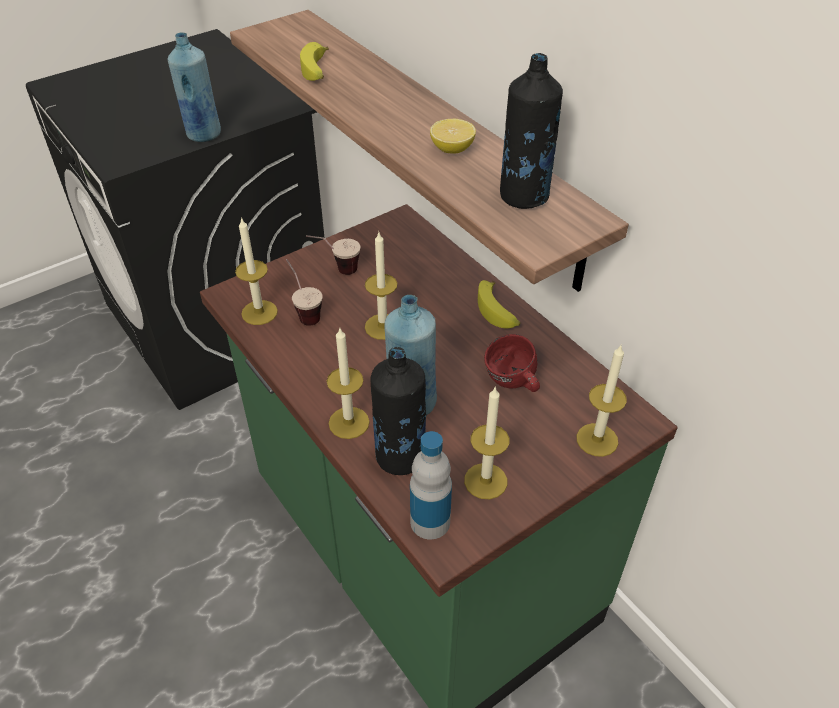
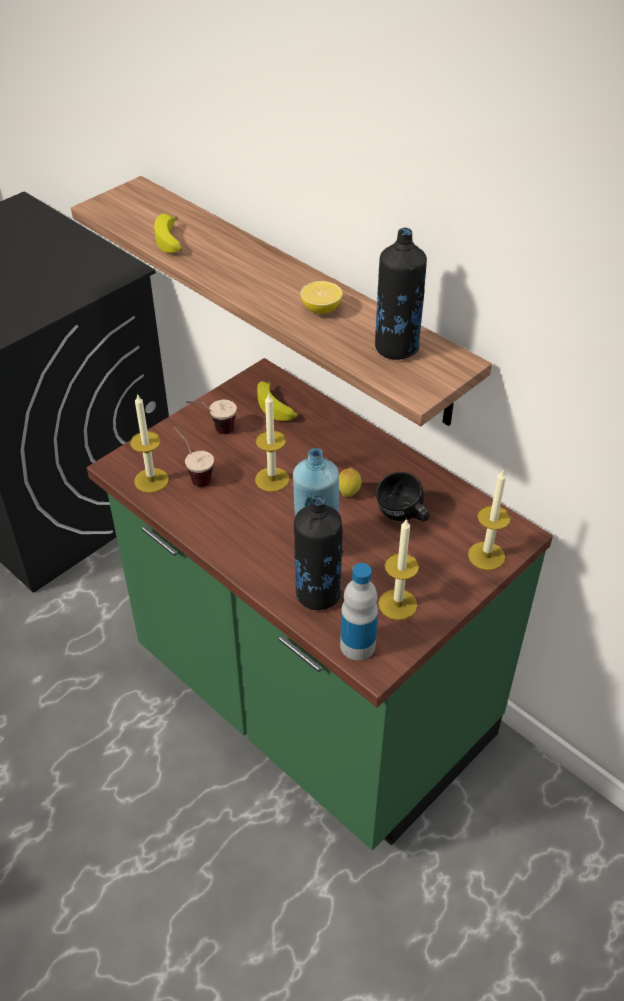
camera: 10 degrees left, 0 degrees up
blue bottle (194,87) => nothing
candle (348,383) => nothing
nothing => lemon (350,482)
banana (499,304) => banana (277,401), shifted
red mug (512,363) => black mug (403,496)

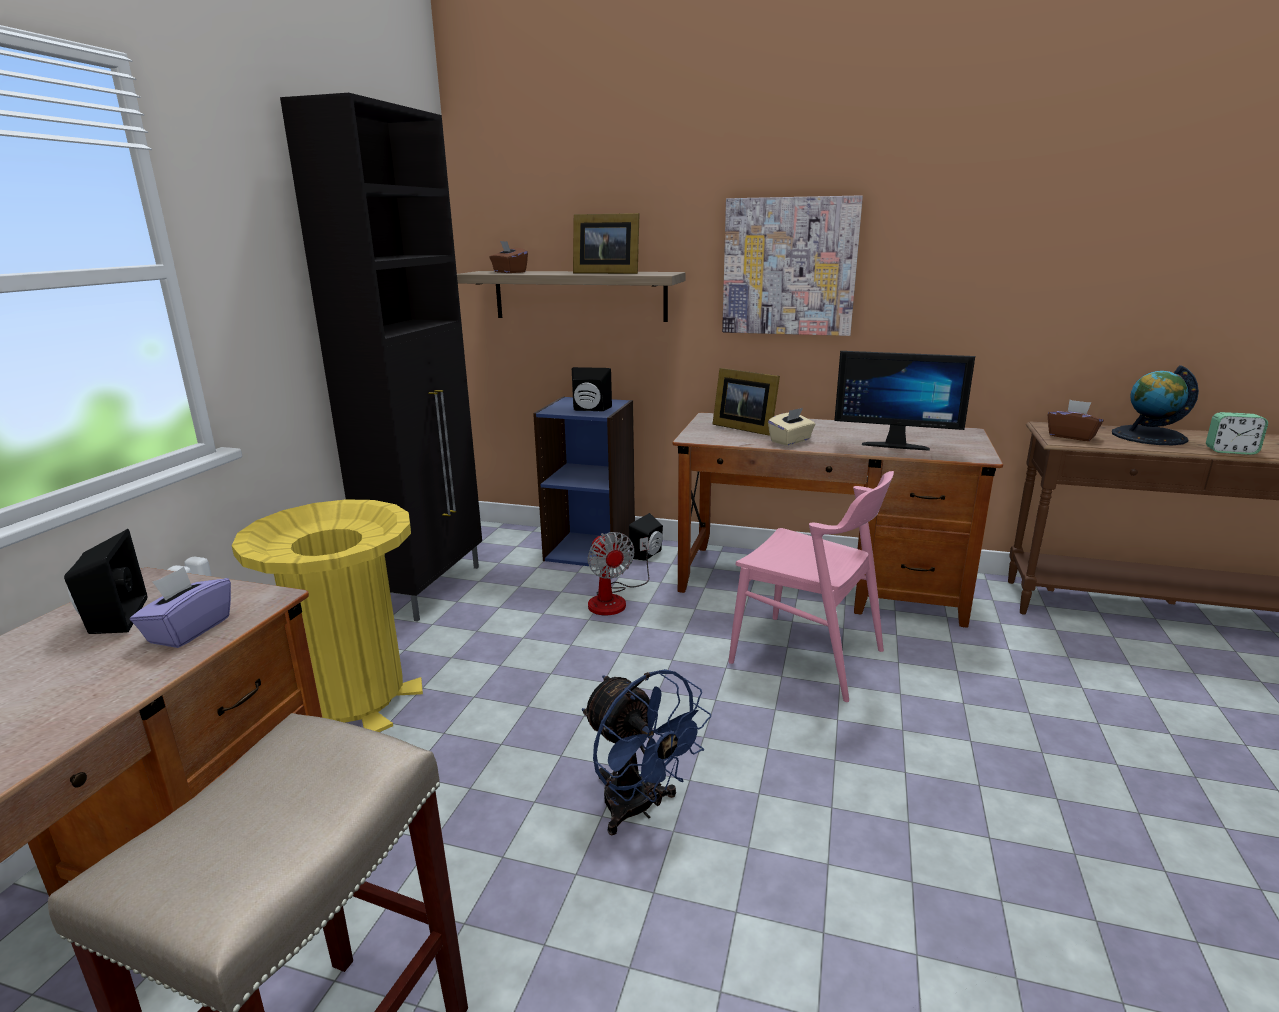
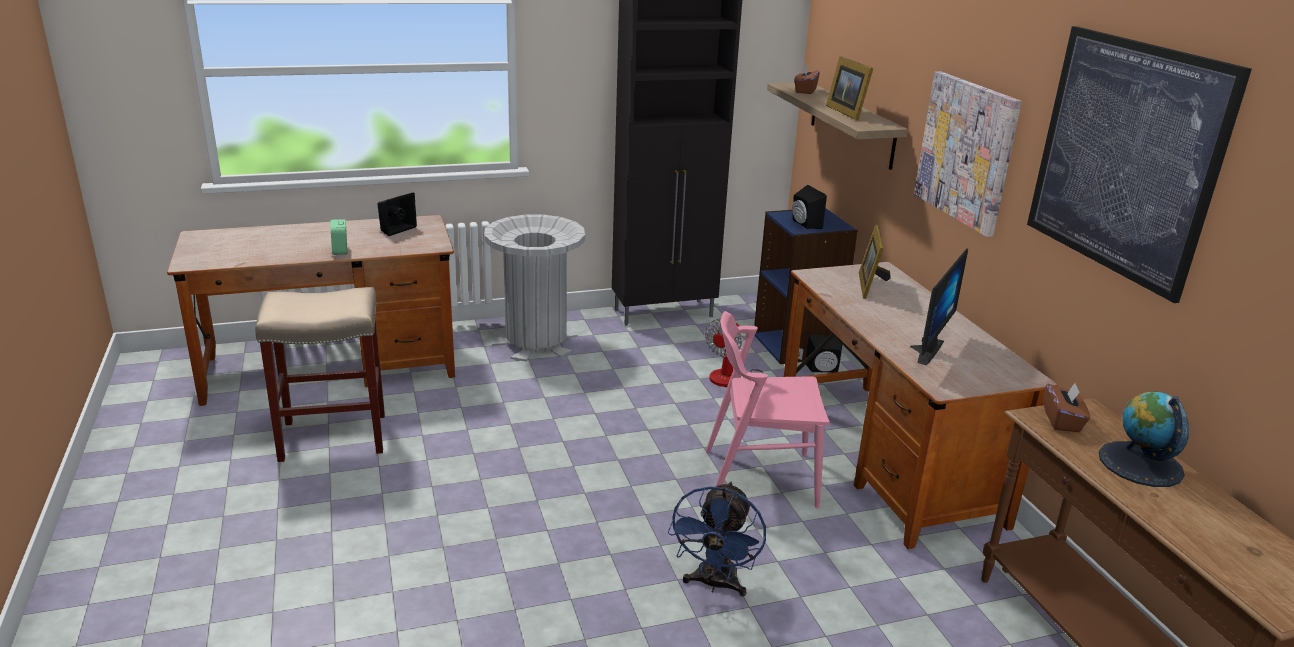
camera: 55 degrees right, 5 degrees up
purple tissue box (180,607) => nothing
beige tissue box (792,427) => nothing
nothing => picture (1139,164)
blue fan (646,752) => blue fan (717,539), shifted
alarm clock (1237,433) => alarm clock (339,237), shifted
yellow trash can (327,615) => grey trash can (534,288)
pink chair (811,586) => pink chair (768,409), 90 degrees clockwise
monitor (904,401) => monitor (939,306), 135 degrees counterclockwise

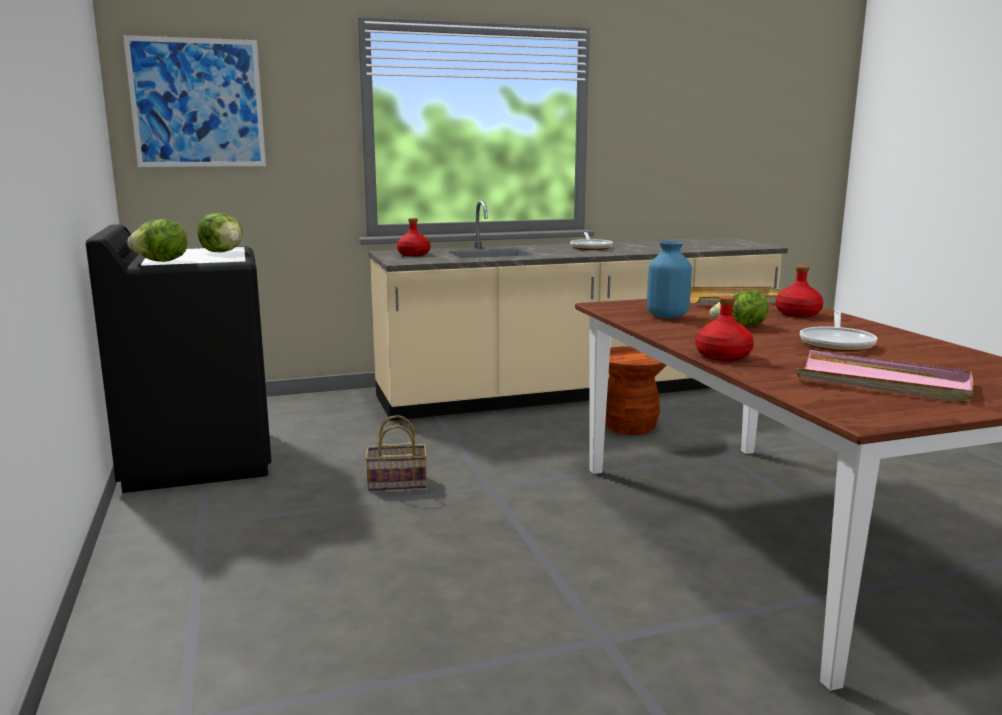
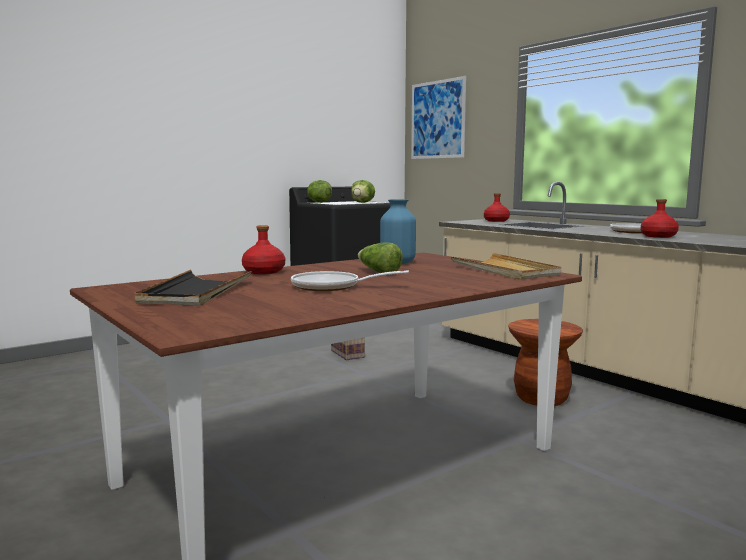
camera: 70 degrees right, 5 degrees down
red bottle (799,291) => red bottle (660,218), shifted
pink tray (885,376) => black tray (193,288)

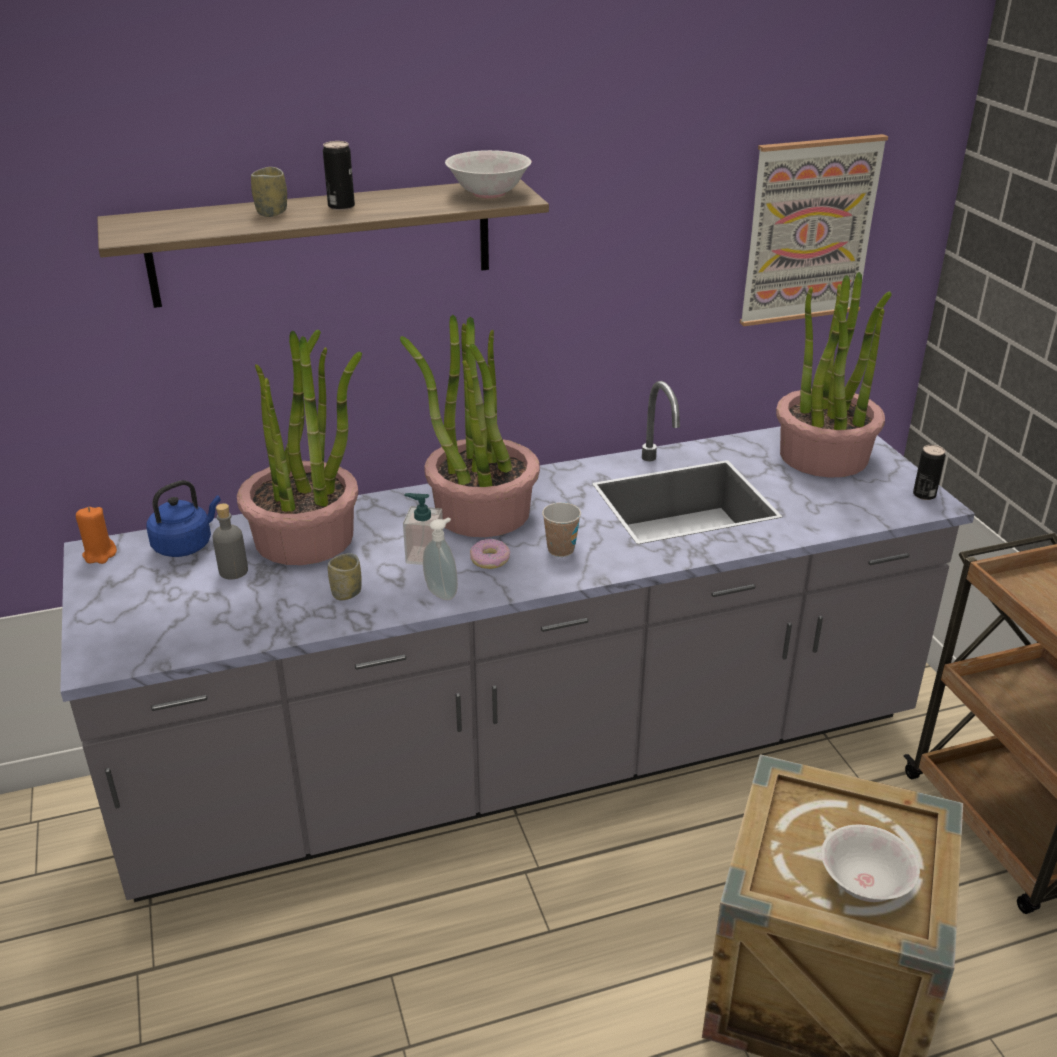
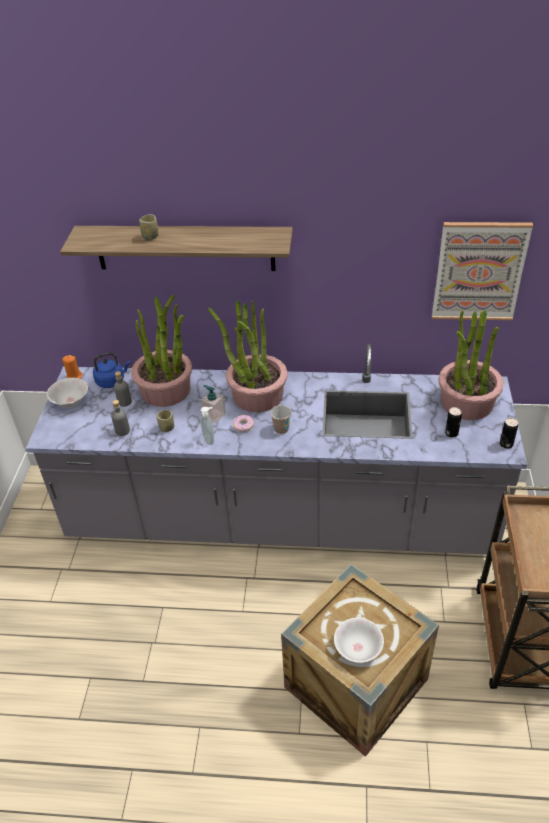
camera: 25 degrees right, 10 degrees up
nothing => grey bottle (120,418)
can (339,175) => can (453,422), shifted
white bowl (488,174) => white bowl (67,392), shifted

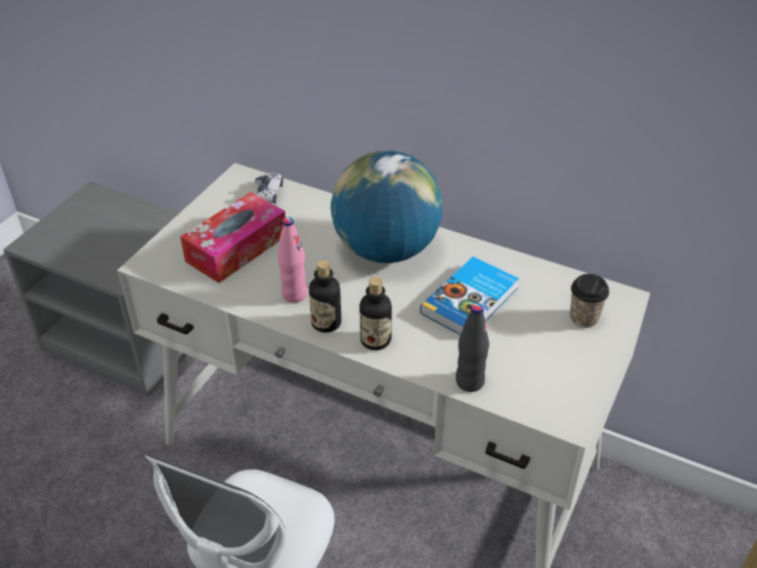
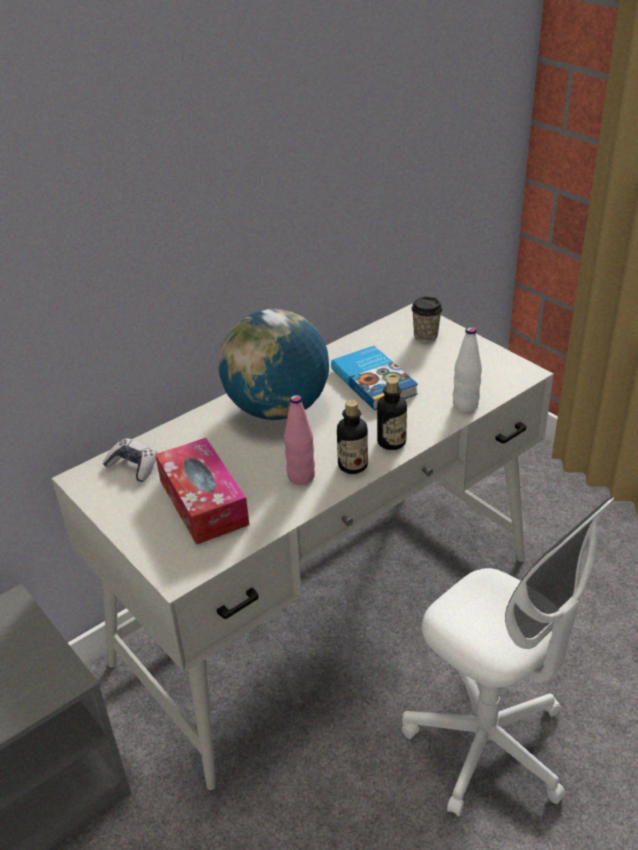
camera: 65 degrees left, 5 degrees down
black bottle (472,347) => white bottle (467,369)

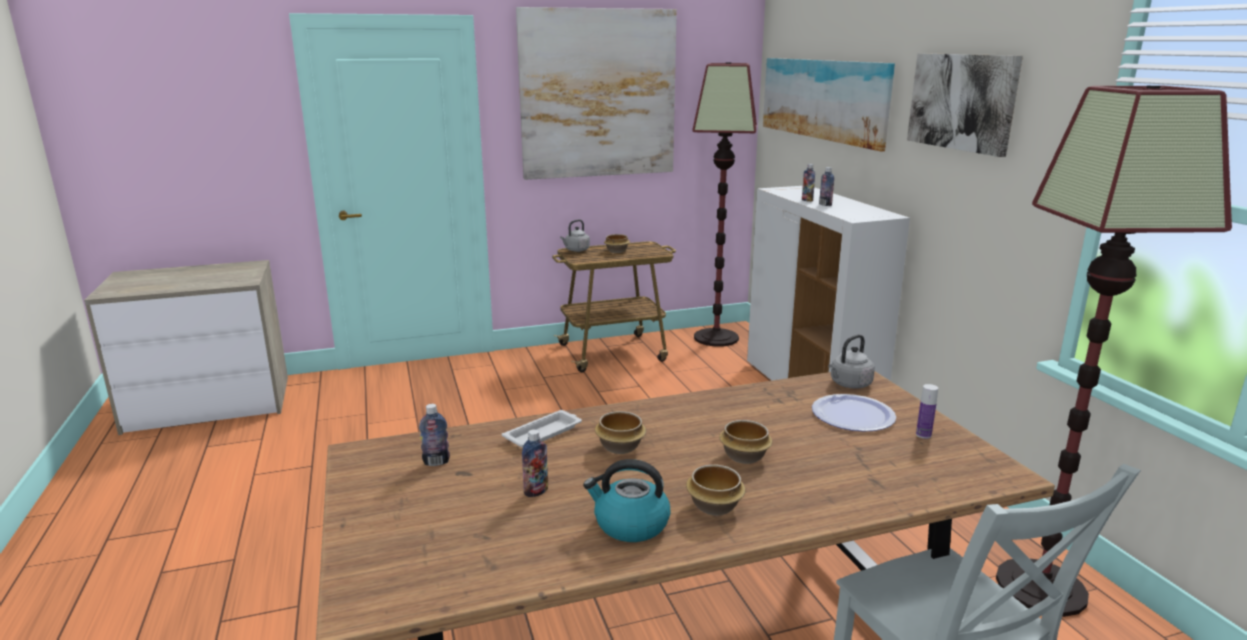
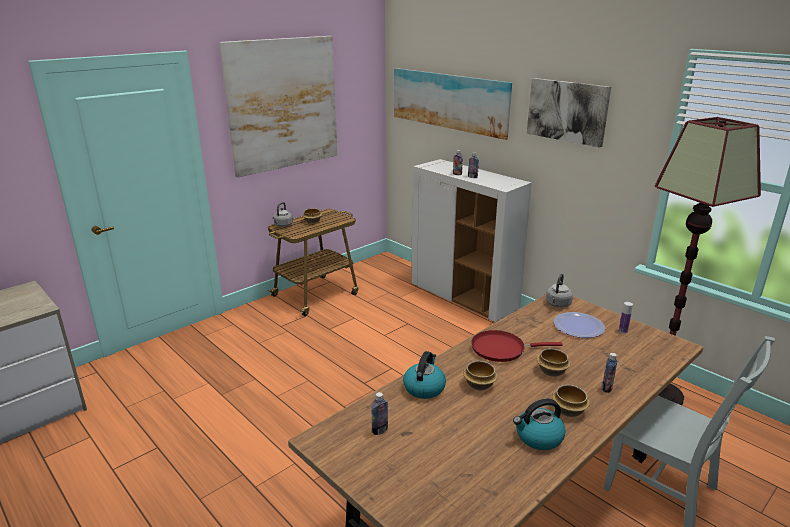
camera: 25 degrees left, 5 degrees up
floor lamp (724,204) => nothing
nothing => red frying pan (517,346)
bottle (535,463) => bottle (609,373), shifted
white tray (542,429) => kettle (424,375)

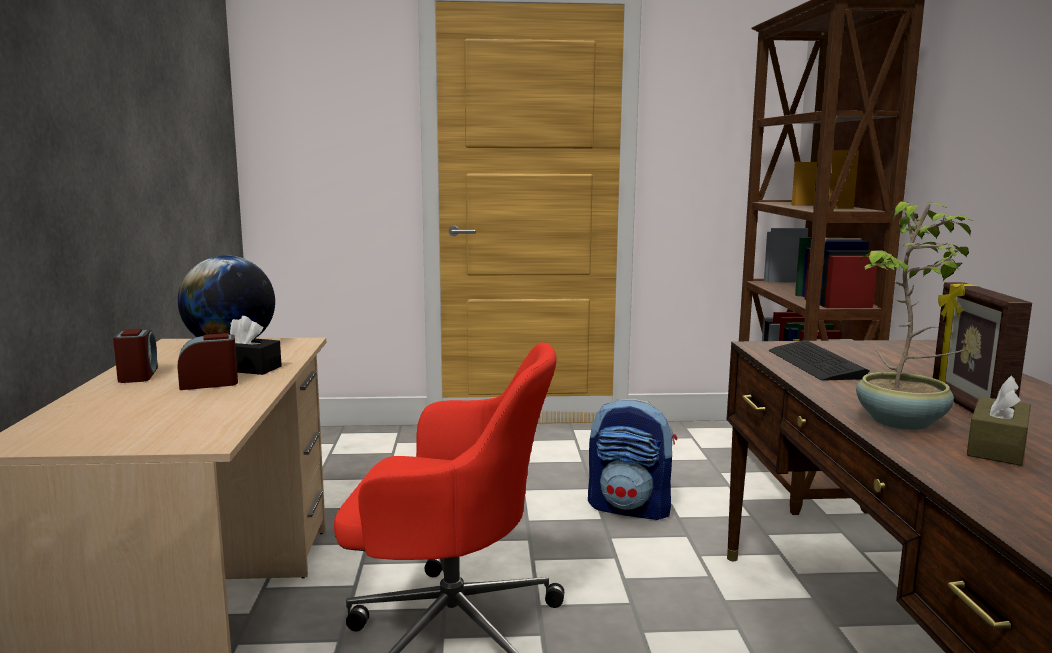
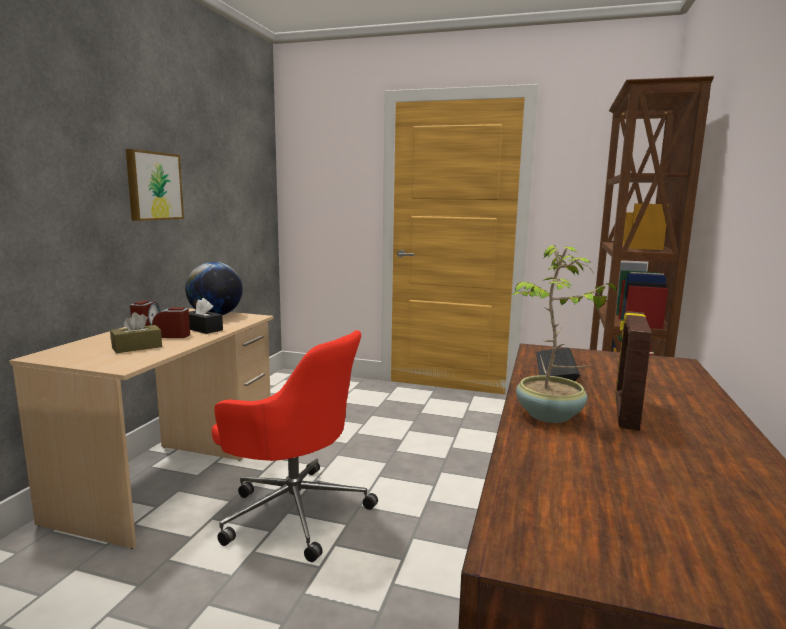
camera: 20 degrees right, 0 degrees up
backpack (632,459) => nothing
nothing => picture (155,185)
brown tissue box (999,421) => brown tissue box (136,332), shifted

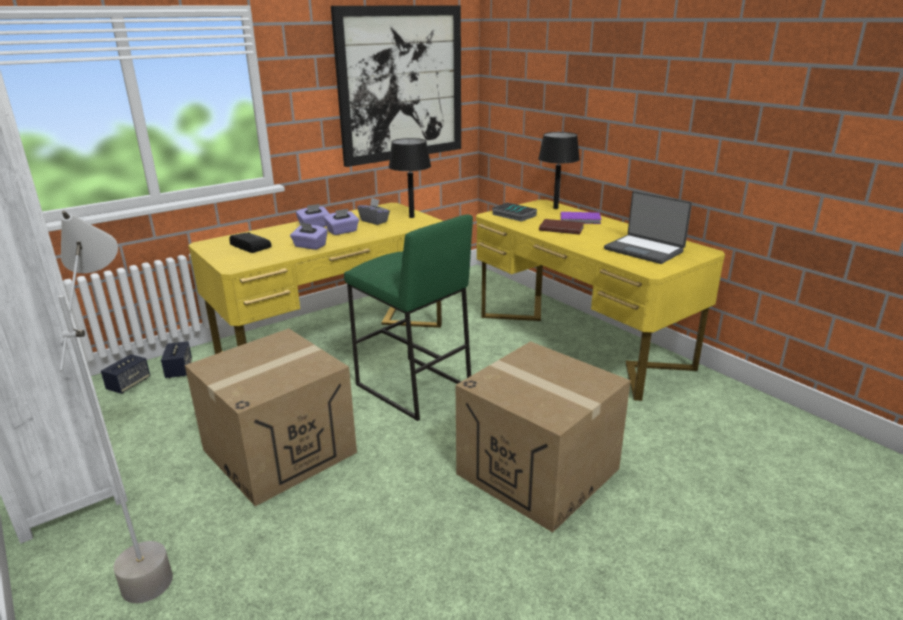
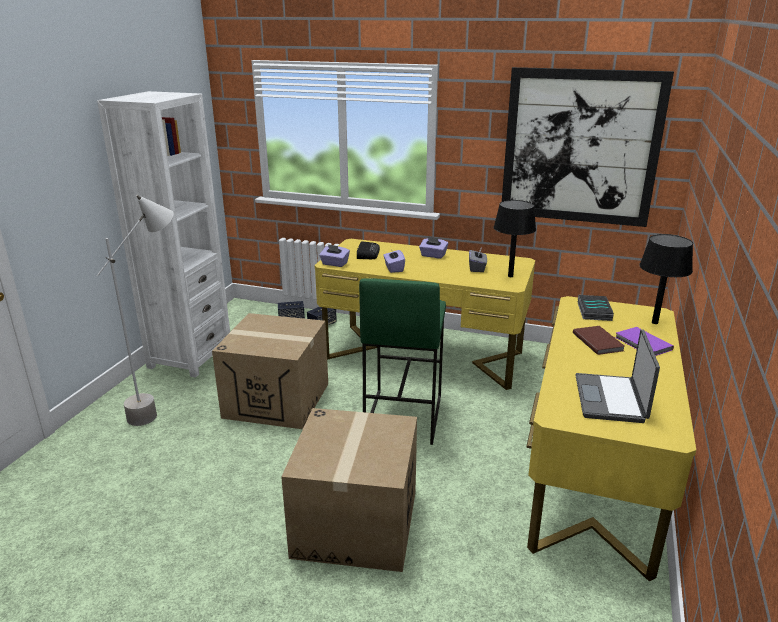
camera: 55 degrees right, 0 degrees up
purple tissue box (341,222) => purple tissue box (334,255), shifted

